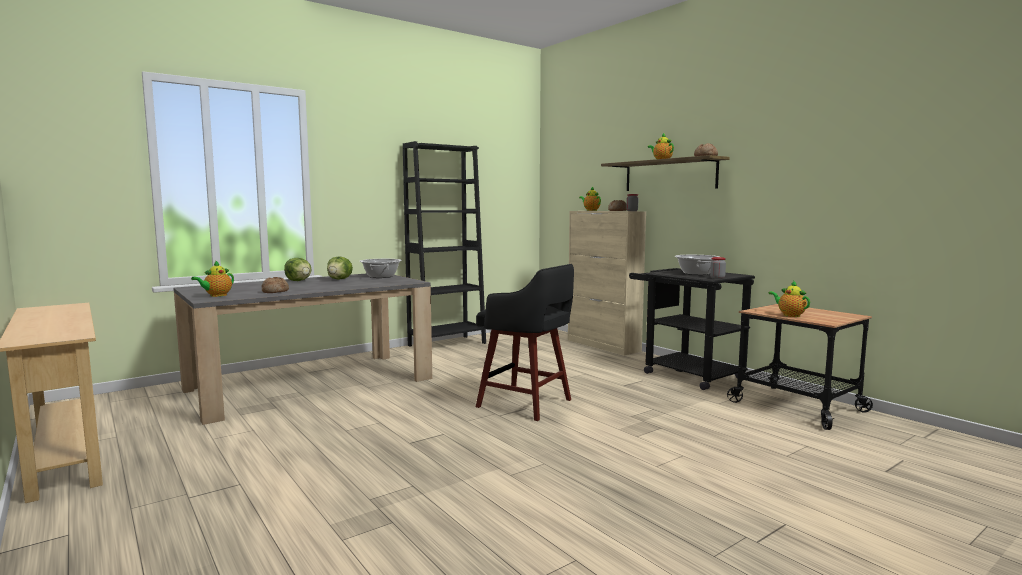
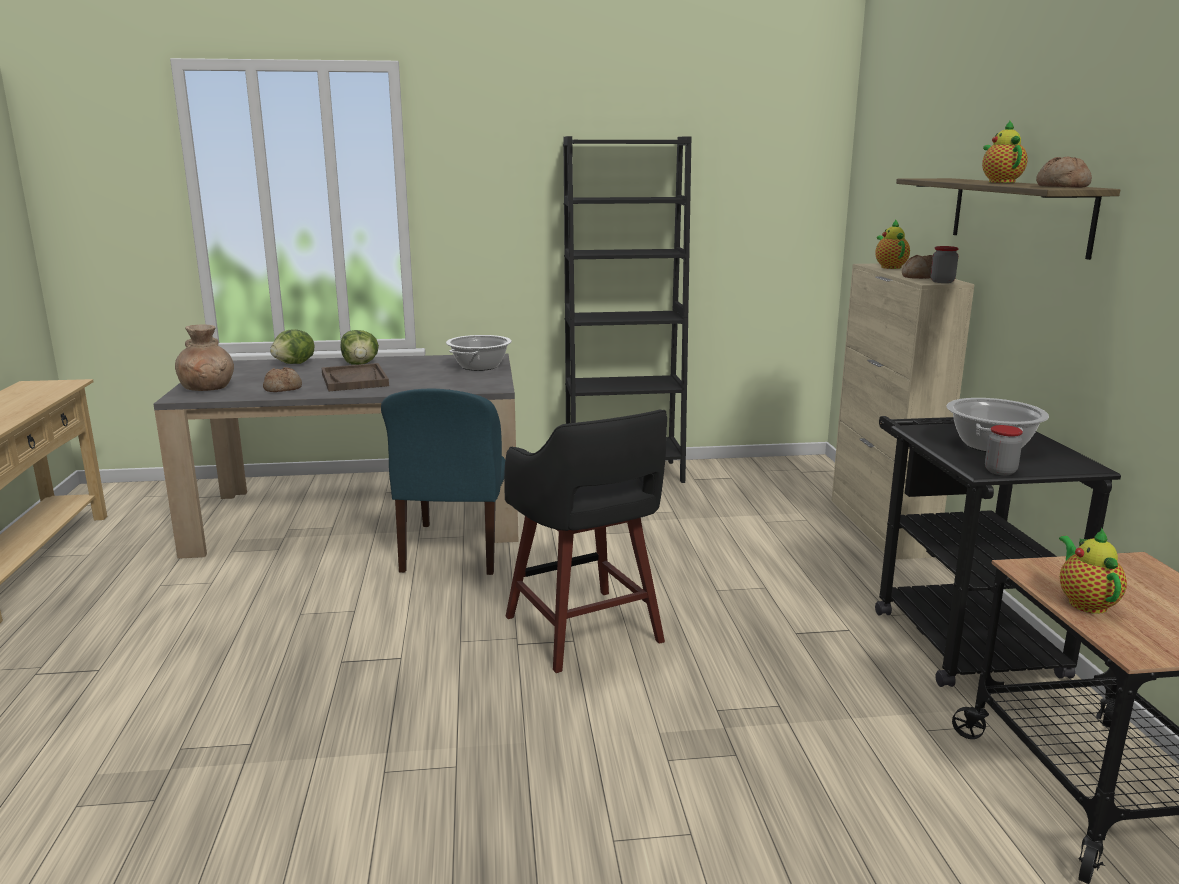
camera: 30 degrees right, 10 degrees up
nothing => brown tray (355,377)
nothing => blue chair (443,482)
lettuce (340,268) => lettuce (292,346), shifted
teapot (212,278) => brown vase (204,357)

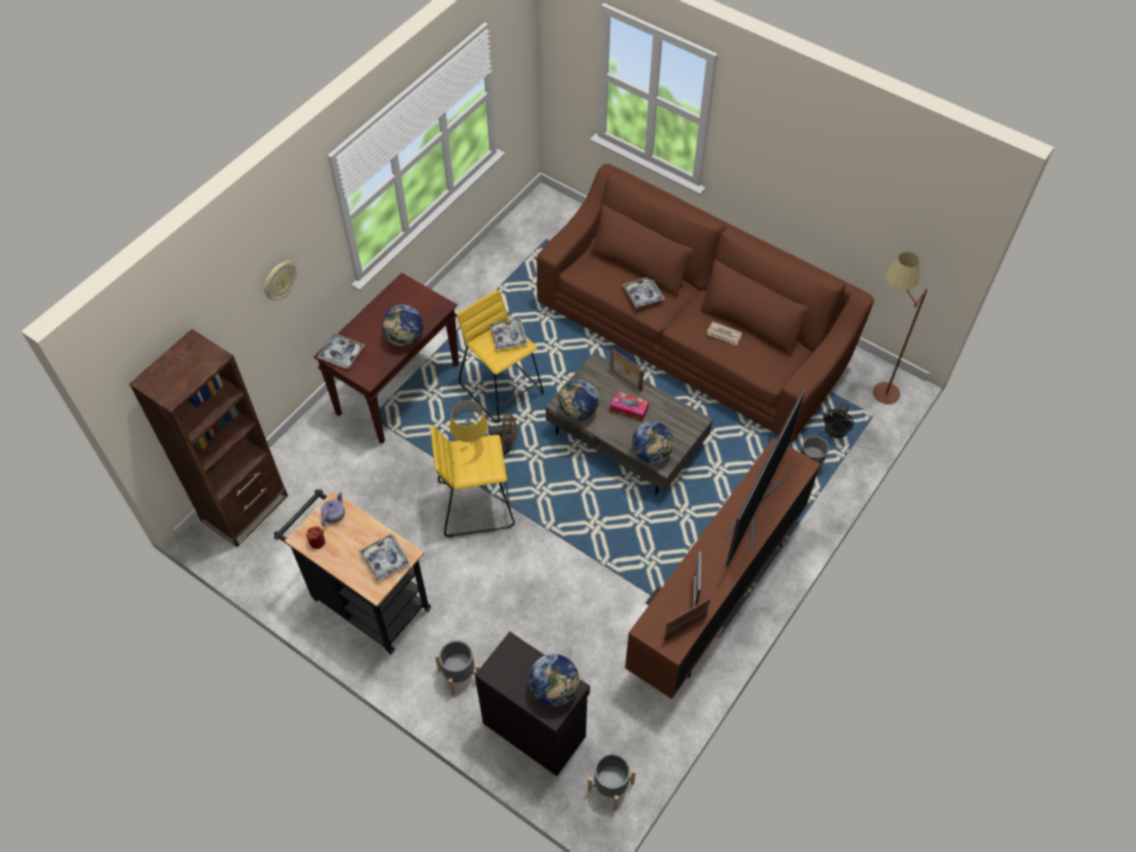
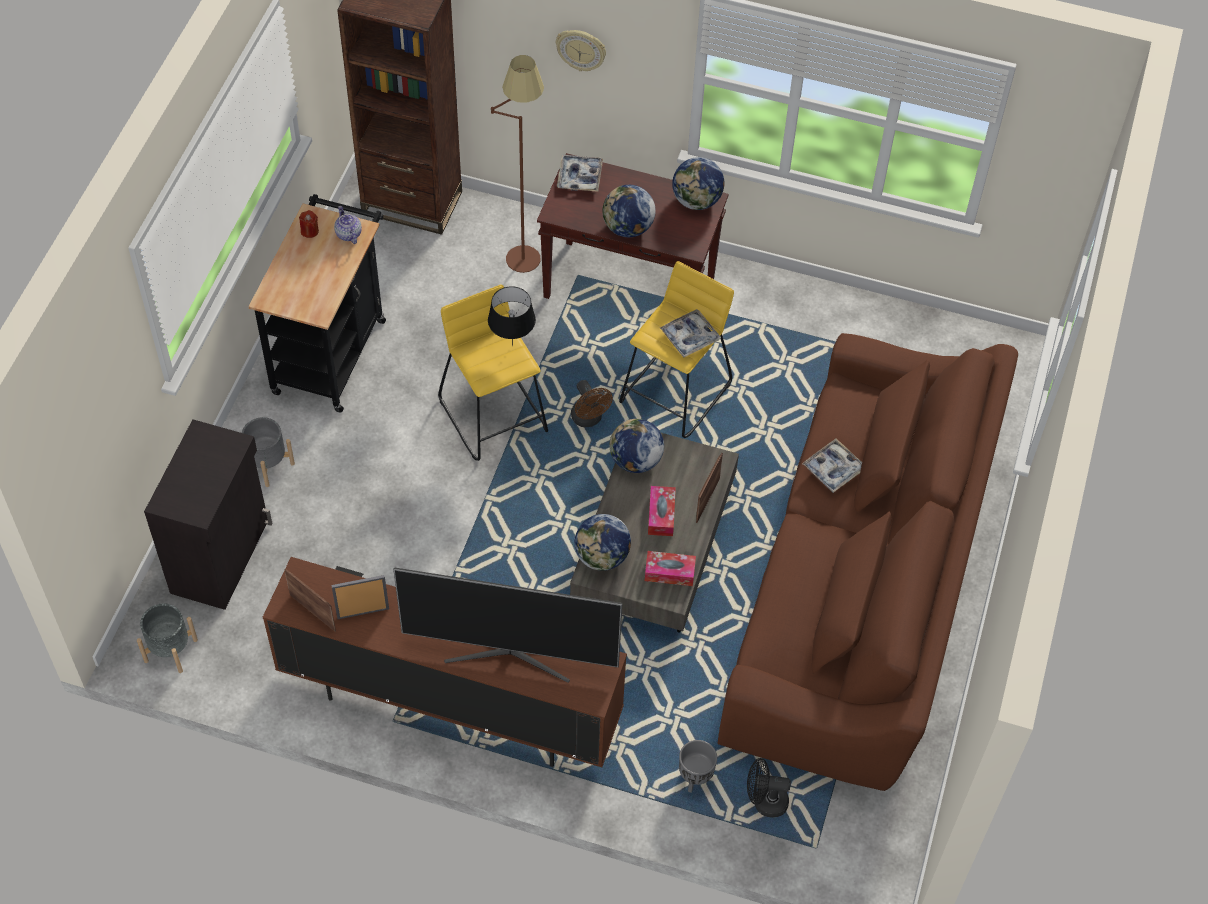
camera: 70 degrees right, 0 degrees up
tray (384,557) => nothing
newspaper (724,333) => nothing
nothing => tissue box (670,568)
globe (554,680) => globe (698,183), shifted
brown floor lamp (900,328) => brown floor lamp (517,164), shifted
yellow table lamp (469,421) => black table lamp (512,316)
teapot (333,509) => teapot (348,225), 120 degrees counterclockwise

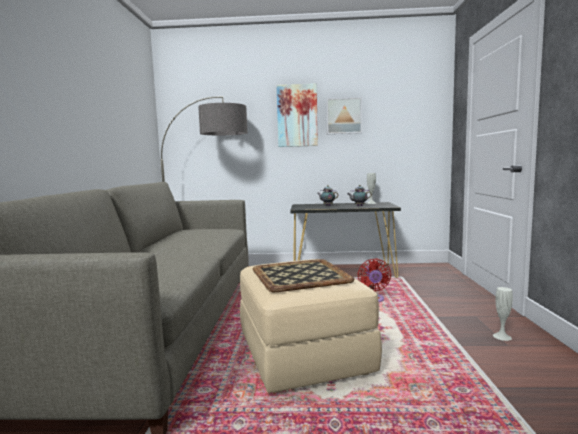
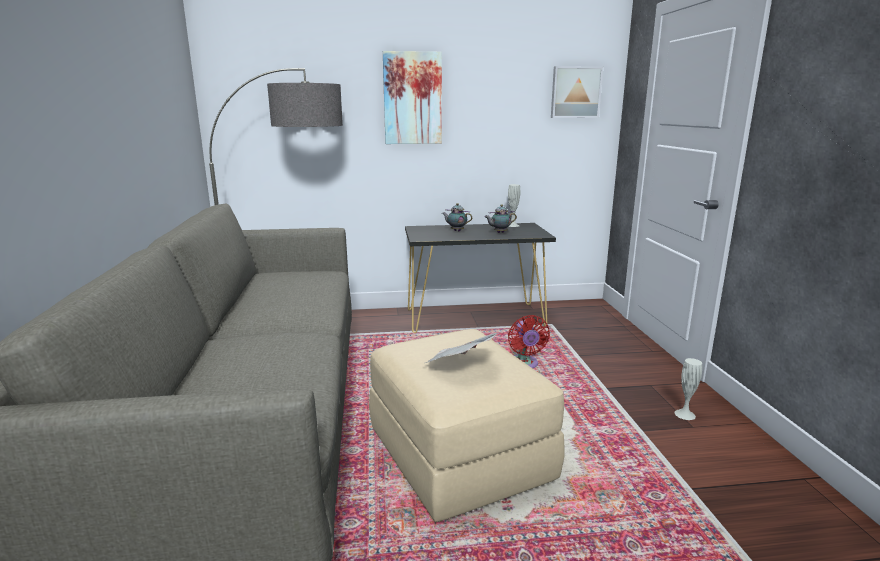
camera: 10 degrees left, 10 degrees up
picture (344,115) => picture (577,92), shifted
tray (303,275) => newspaper (461,348)

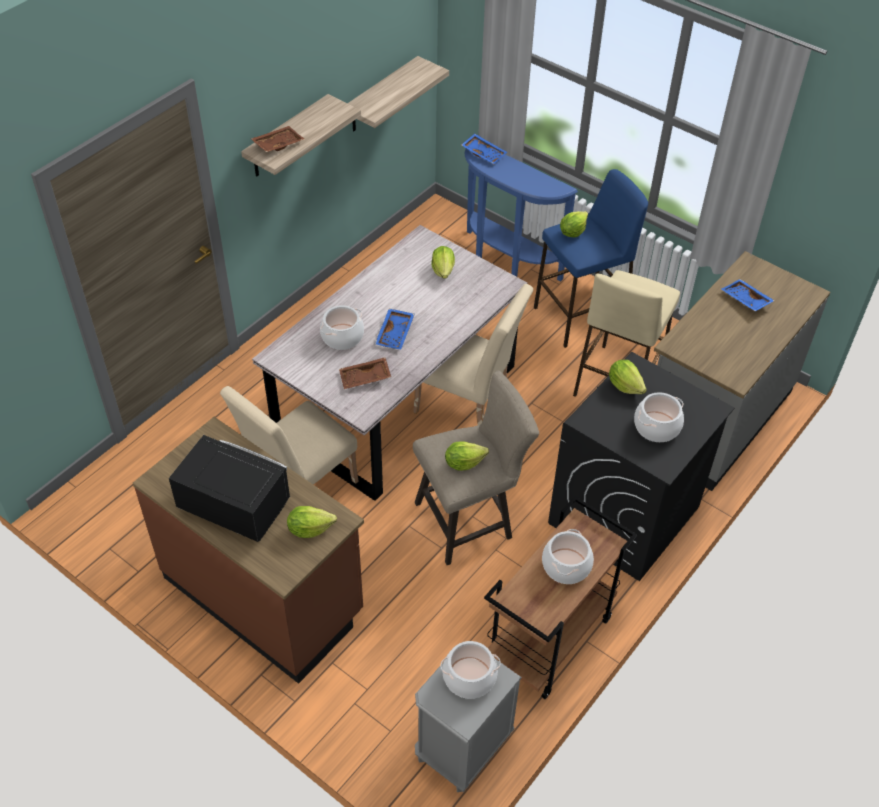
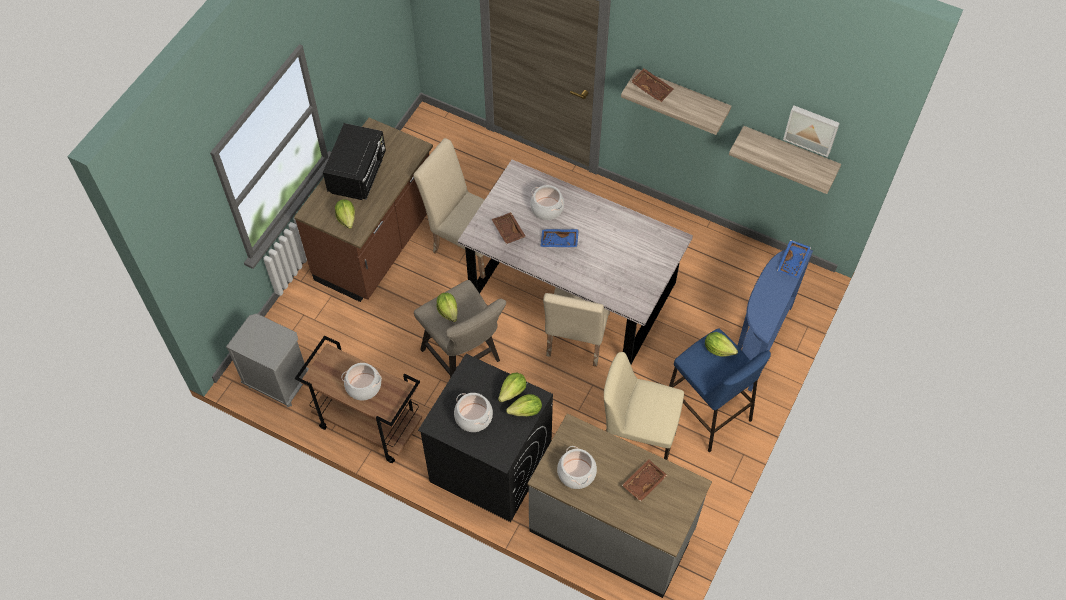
camera: 80 degrees right, 10 degrees up
nothing => picture (811,131)
lettuce (443,262) => lettuce (524,405), shifted
cooking pot (471,670) => cooking pot (577,467), shifted
blue tray (748,295) => brown tray (644,480)

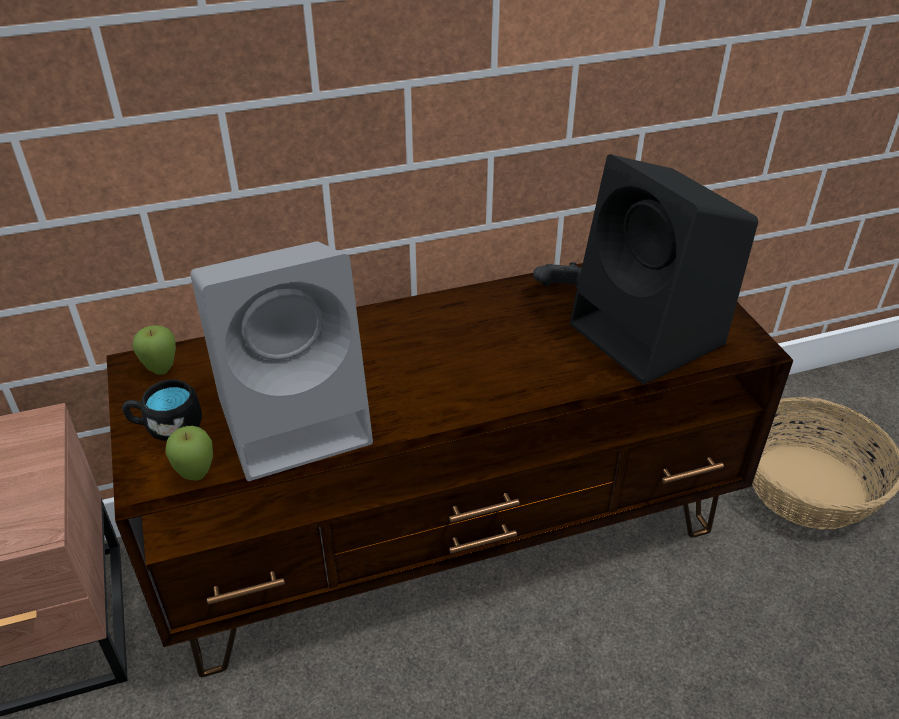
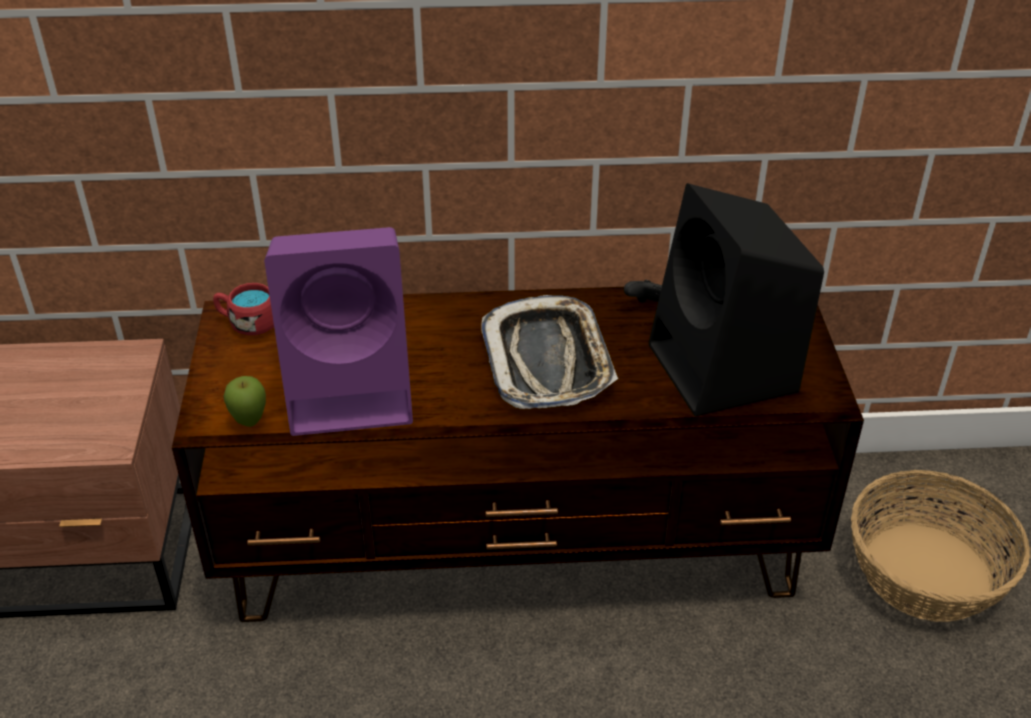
camera: 15 degrees right, 0 degrees up
black mug (162,410) => nothing
nothing => tray (549,352)
apple (154,350) => red mug (243,309)
grey speaker (281,361) => purple speaker (338,331)

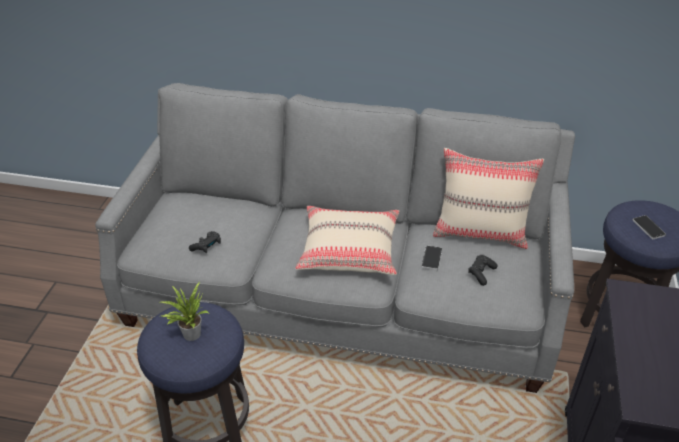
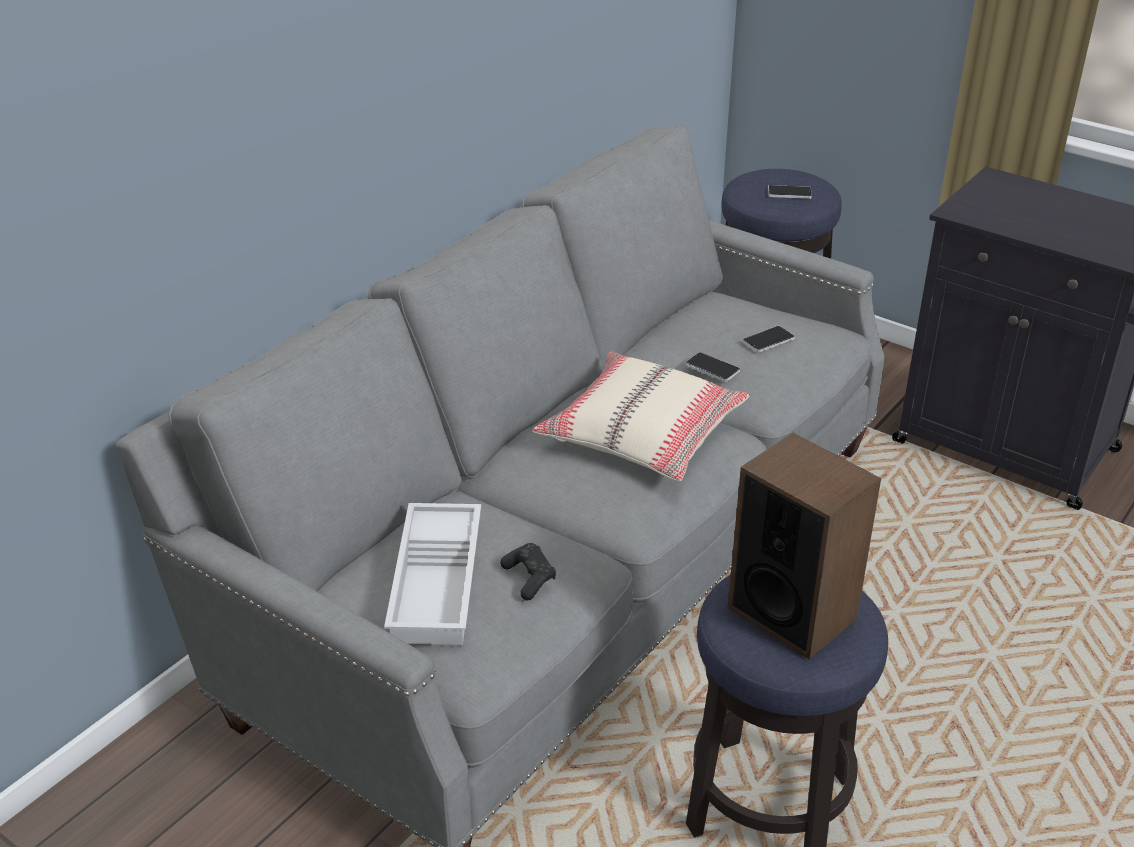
camera: 65 degrees left, 5 degrees down
beige pillow (488,198) => nothing
nothing => white tray (432,574)
potted plant (184,311) => speaker (804,545)
black game controller (482,270) => phone (769,339)

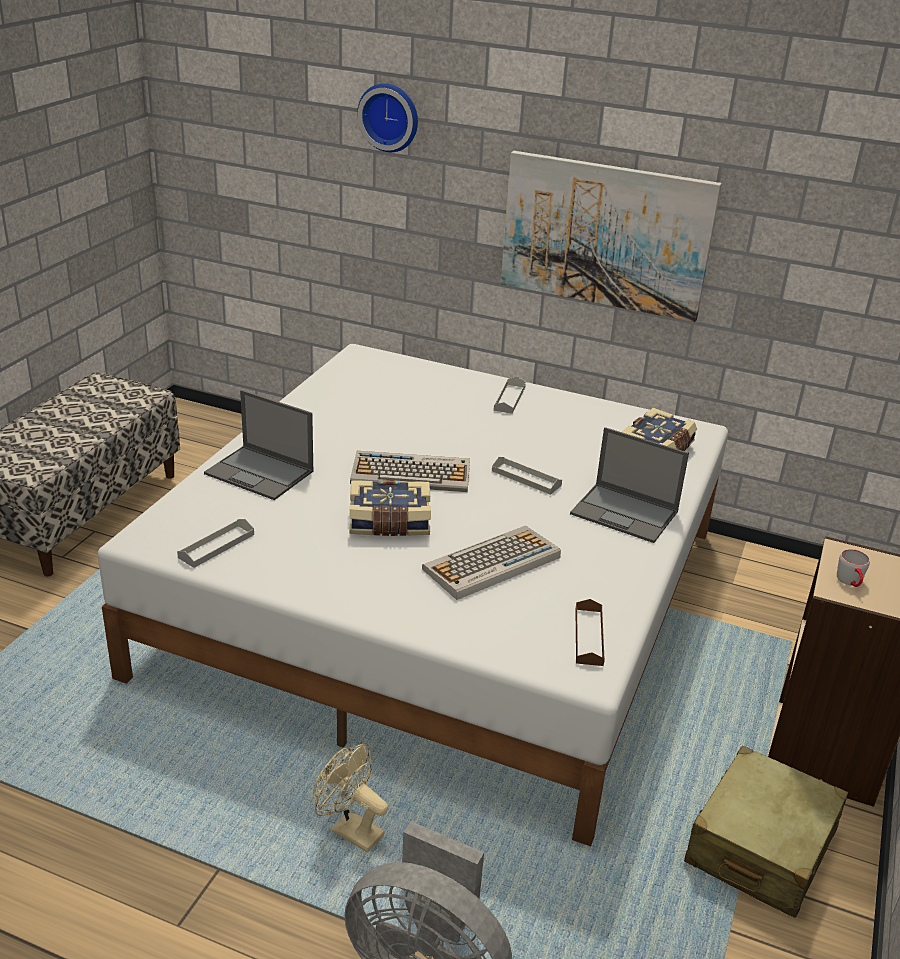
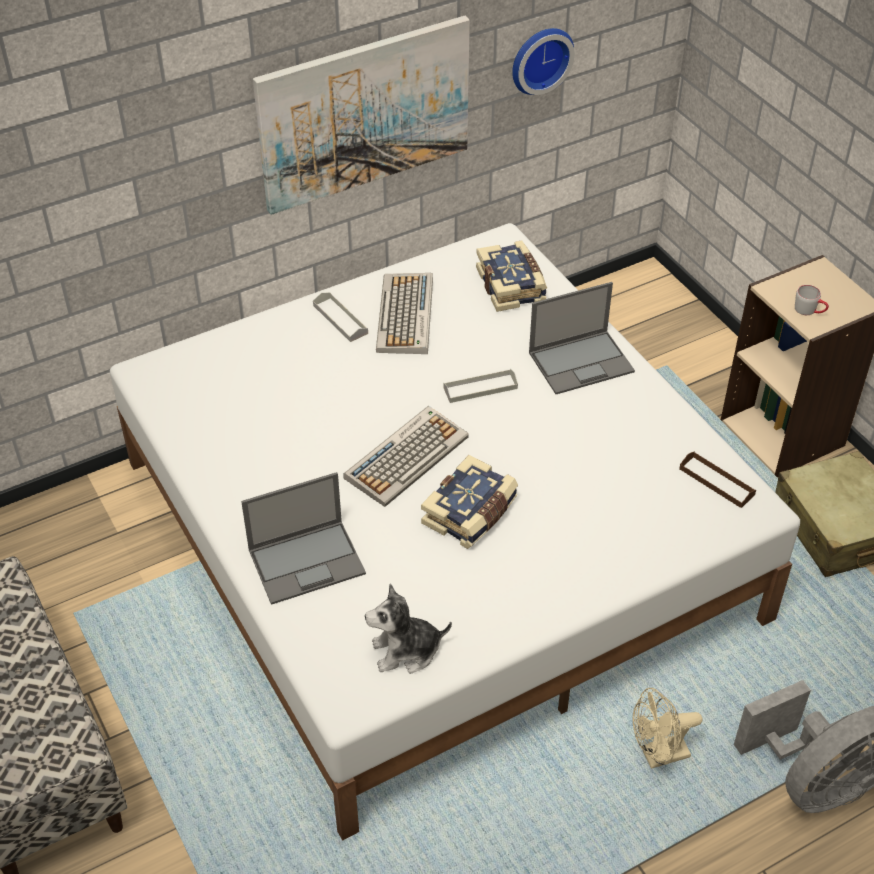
camera: 50 degrees left, 15 degrees up
wall clock (387,117) => wall clock (543,61), shifted
keyboard (491,562) => keyboard (404,313), shifted
grey tray (215,543) => plush toy (408,629)

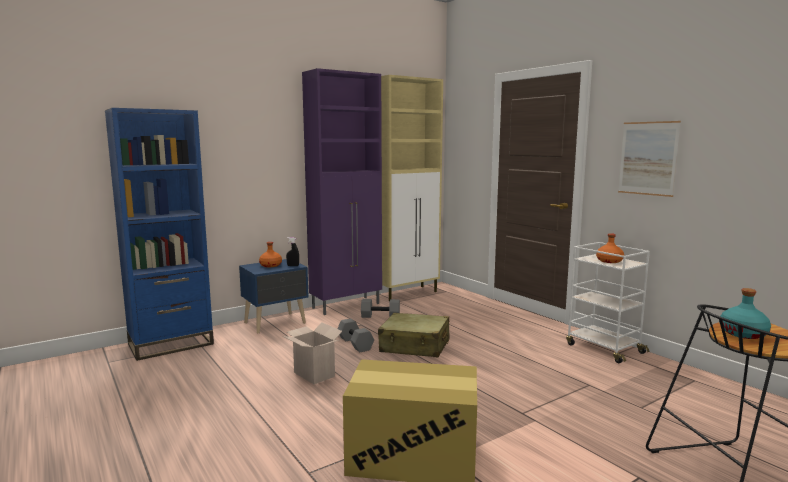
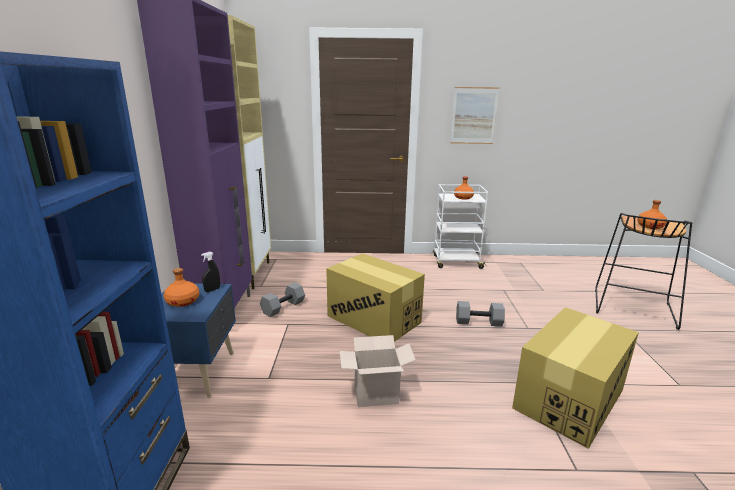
camera: 55 degrees left, 10 degrees up
grey dumbbell (355,335) => grey dumbbell (480,313), shifted
beige suitcase (414,335) => cardboard box (375,297)
turquoise bottle (745,313) => orange bottle (652,214)

